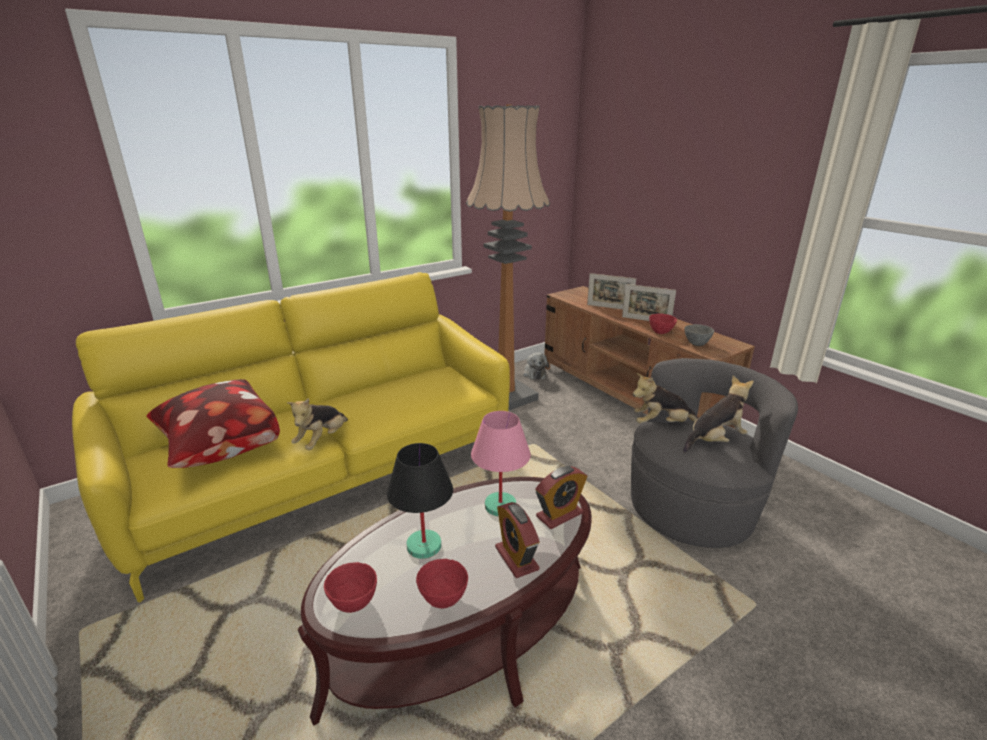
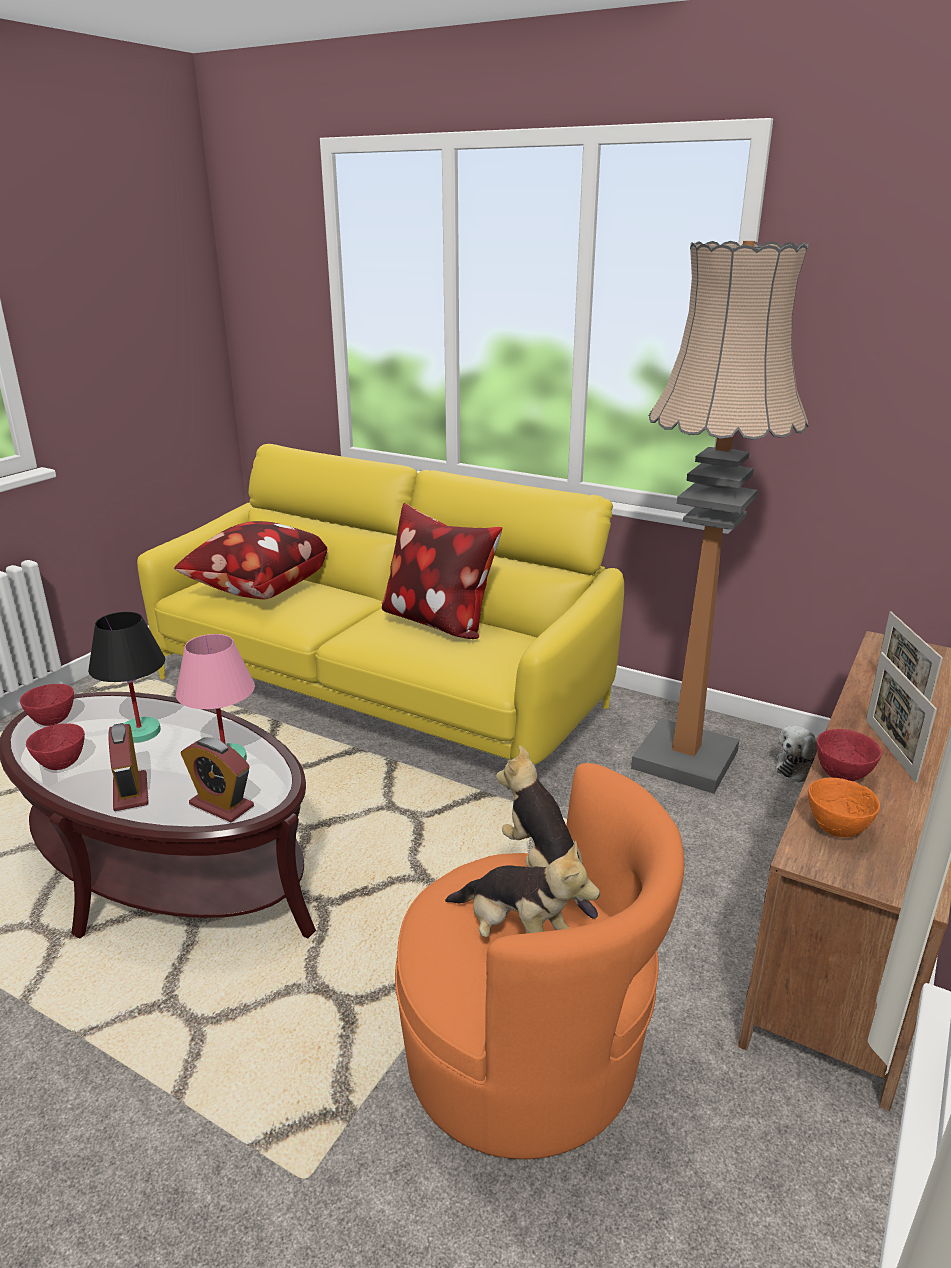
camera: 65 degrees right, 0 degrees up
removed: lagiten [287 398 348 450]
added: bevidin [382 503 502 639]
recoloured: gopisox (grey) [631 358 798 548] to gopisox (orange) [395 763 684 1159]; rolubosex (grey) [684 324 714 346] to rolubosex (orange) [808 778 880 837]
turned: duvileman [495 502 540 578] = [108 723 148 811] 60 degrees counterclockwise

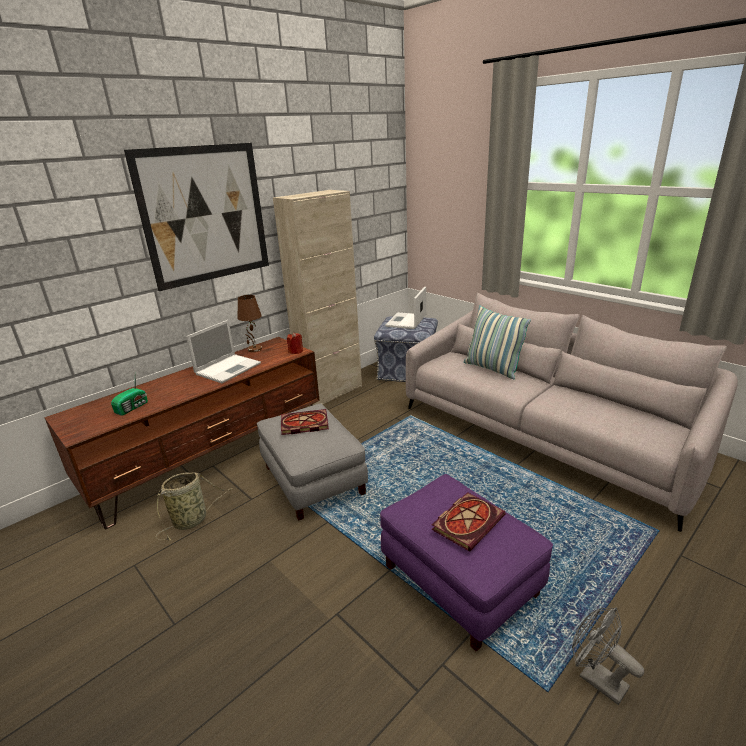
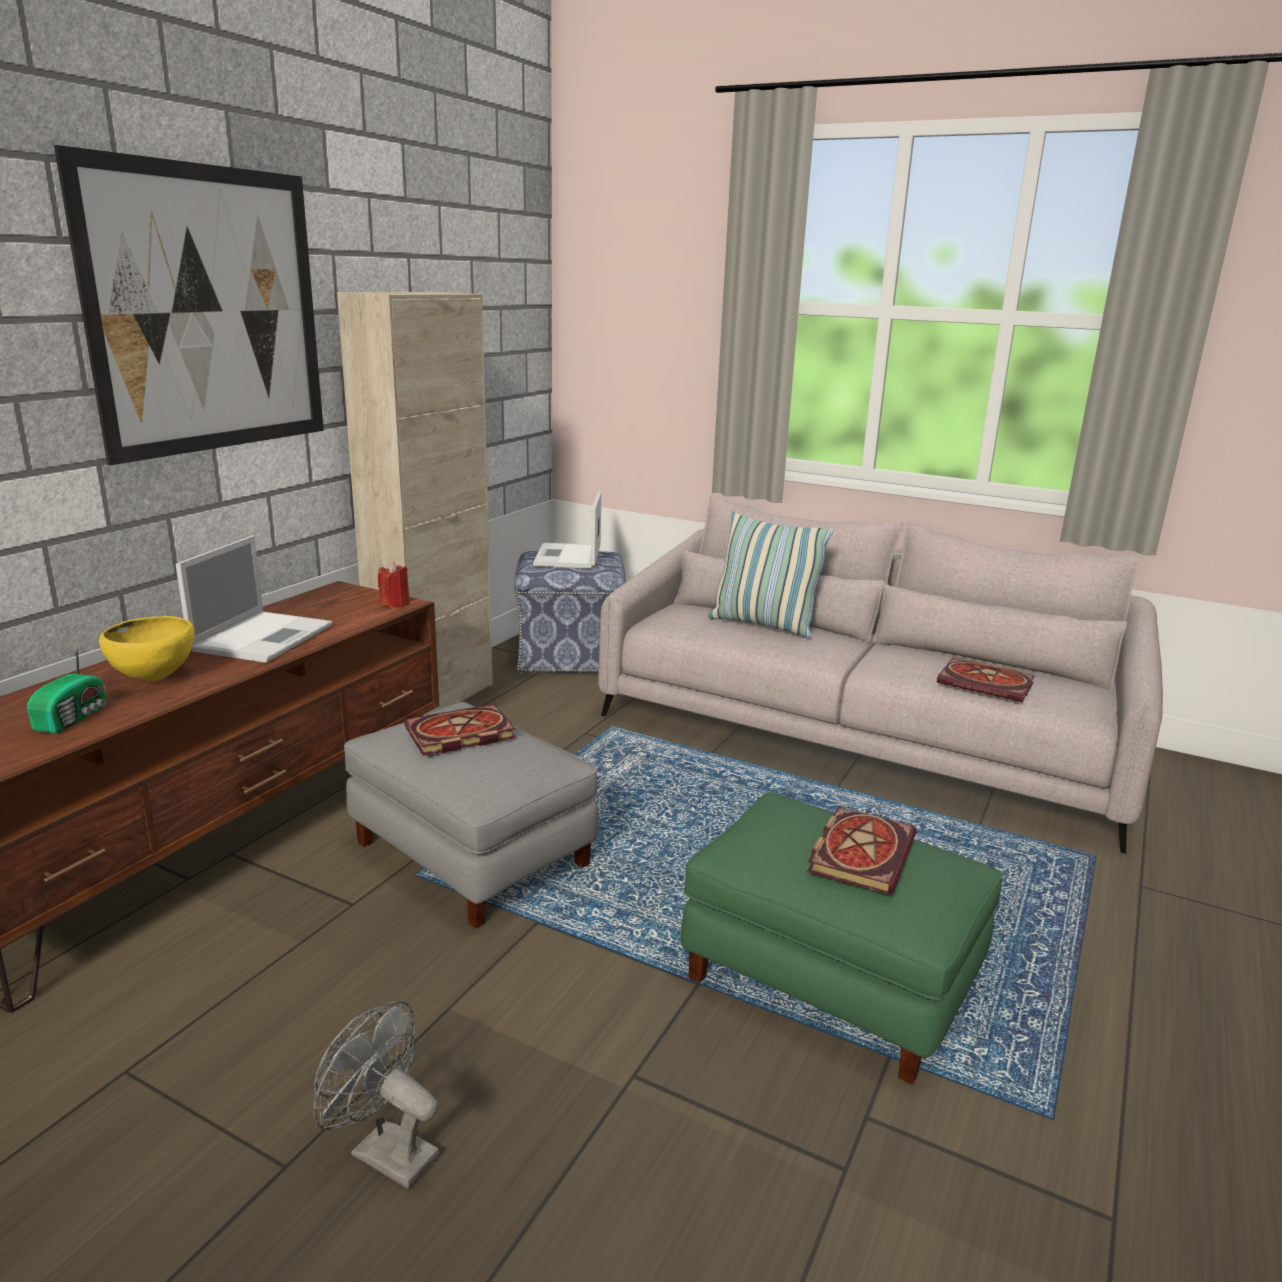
camera: 20 degrees left, 5 degrees down
removed: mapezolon [156 472 233 541]; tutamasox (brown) [238 295 262 352]
added: rolubosex (yellow) [99 616 195 681]; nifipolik [937 658 1035 702]
moved: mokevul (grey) [572 607 644 705] to [313 1001 439 1189]
recoloured: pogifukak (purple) [380 474 553 651] to pogifukak (green) [681 792 1003 1084]

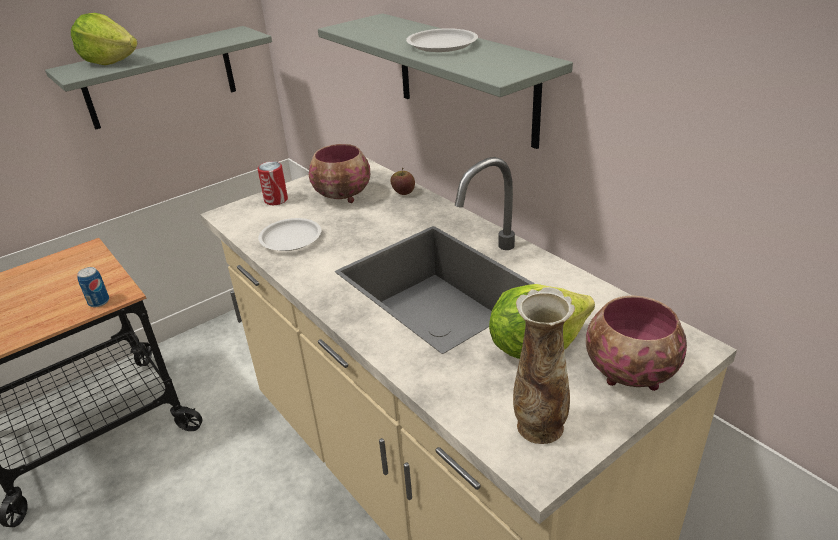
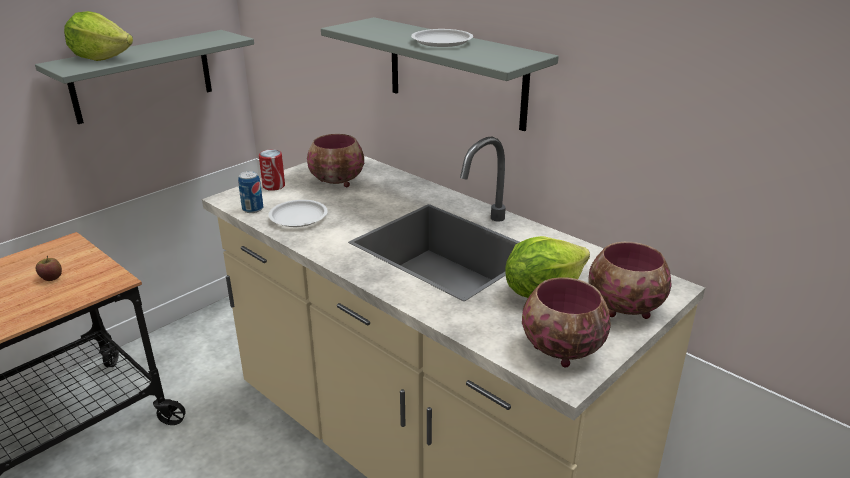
camera: 10 degrees left, 5 degrees down
moved: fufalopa [391 168 415 195] to [36 256 62 281]; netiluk [77 267 109 307] to [238 171 263 213]
replaced: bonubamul [513 287 575 444] to rolubosex [522 277 611 368]

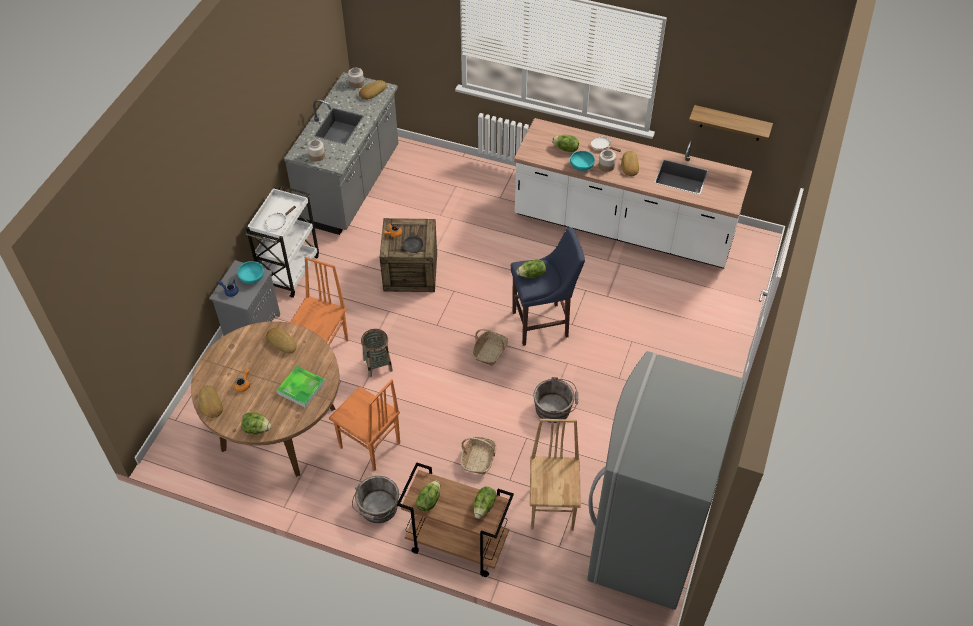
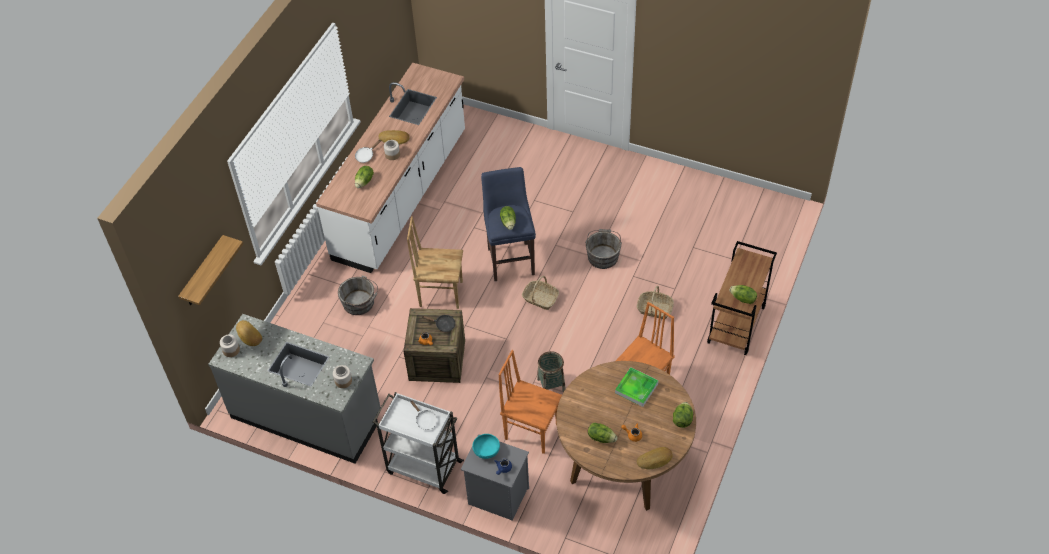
camera: 85 degrees left, 0 degrees up
removed: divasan [266 328 297 354]; rolubosex (turquoise) [570 151 595 171]; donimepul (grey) [587 351 744 610]
moved: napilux [689 105 773 141] to [178 235 243 305]; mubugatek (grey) [352 476 399 523] to [338 275 378 315]; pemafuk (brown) [530 419 581 531] to [407 216 463 309]; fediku [474 486 497 519] to [588 422 617 443]

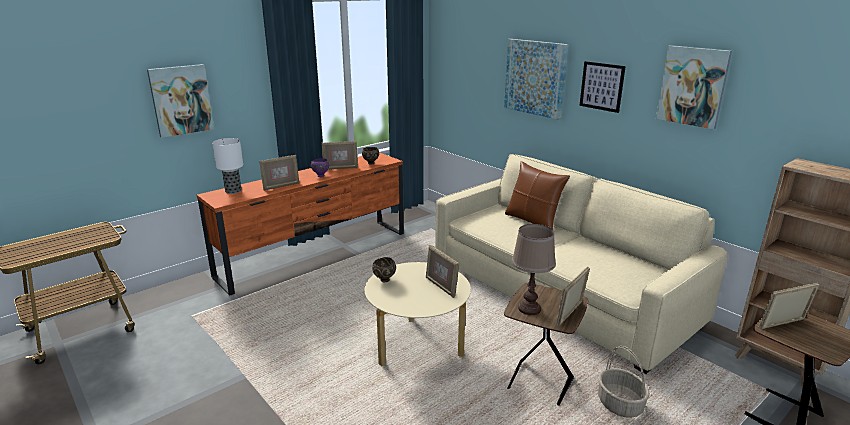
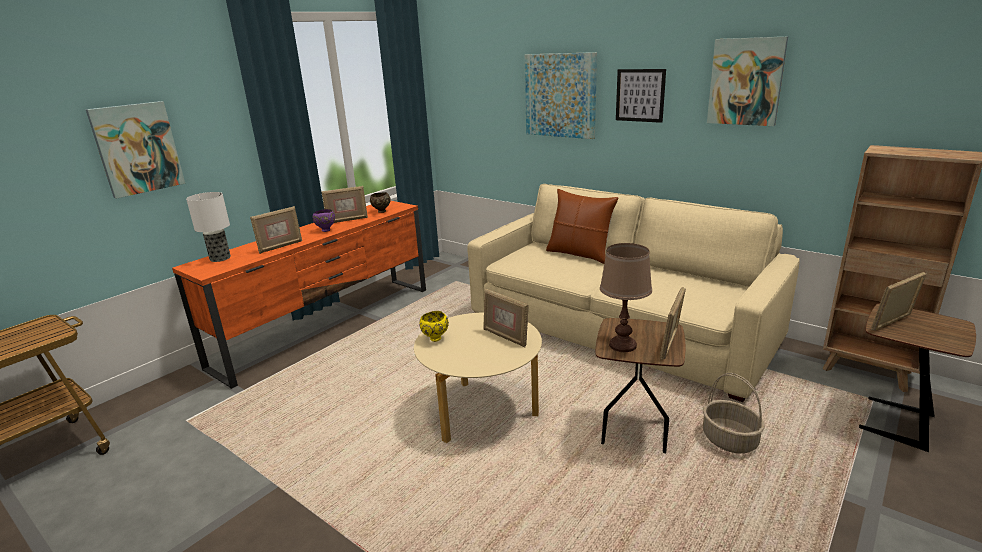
camera: 10 degrees left, 0 degrees up
recoloured: rolubosex (brown) [372 257 396 283] to rolubosex (yellow) [419 311 449 342]

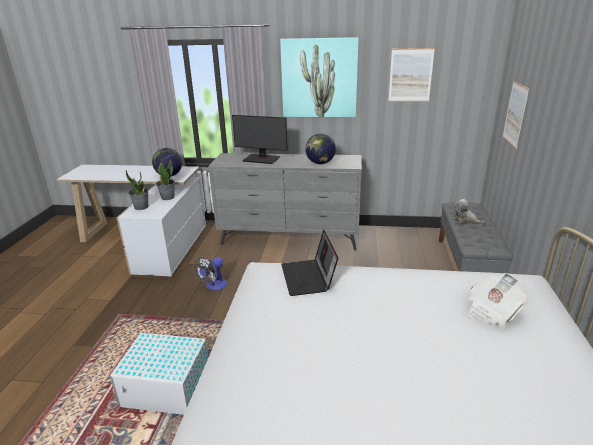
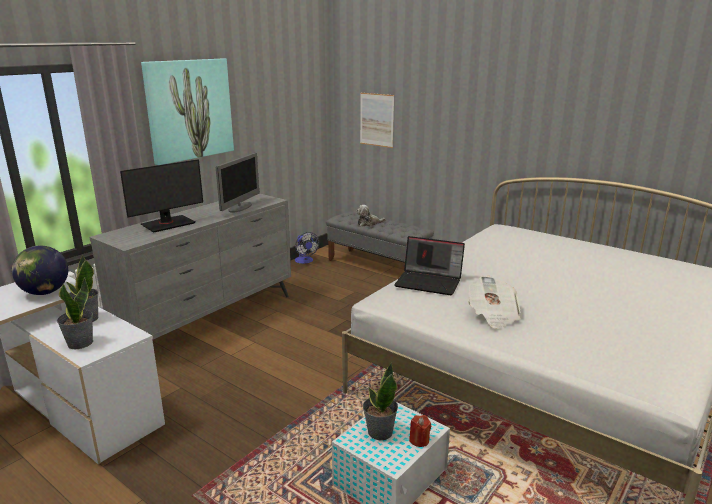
camera: 60 degrees left, 5 degrees down
removed: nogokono [388 48 435 102]
added: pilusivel [363 362 398 441]; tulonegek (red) [409 415 431 447]
moved: mokevul [195 257 227 290] to [295 232 319 264]; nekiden [468 273 528 326] to [468 275 521 329]
replaced: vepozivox [305 133 336 164] to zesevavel [216 153 260 213]

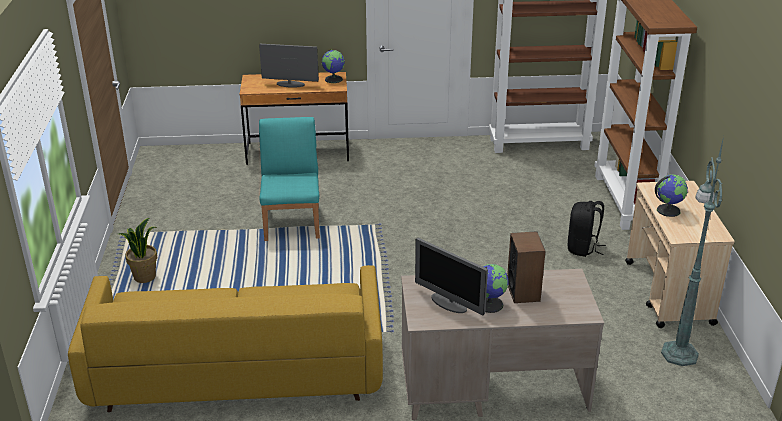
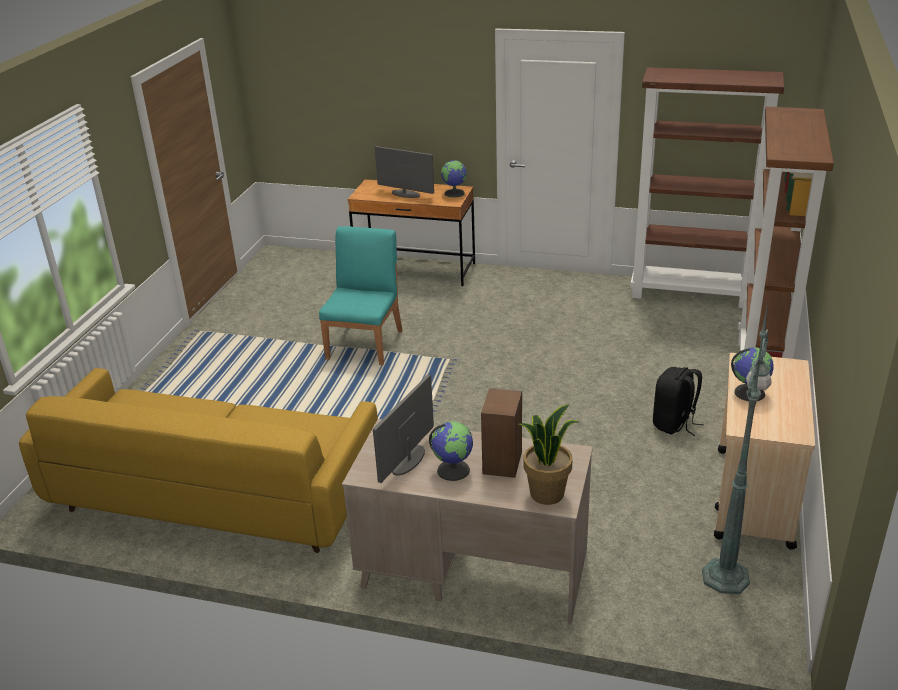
camera: 20 degrees right, 0 degrees up
moved: pilusivel [119 218 157 283] to [519 404 579 505]
turned: zesevavel [415 238 488 315] = [373 374 434 483] 60 degrees clockwise

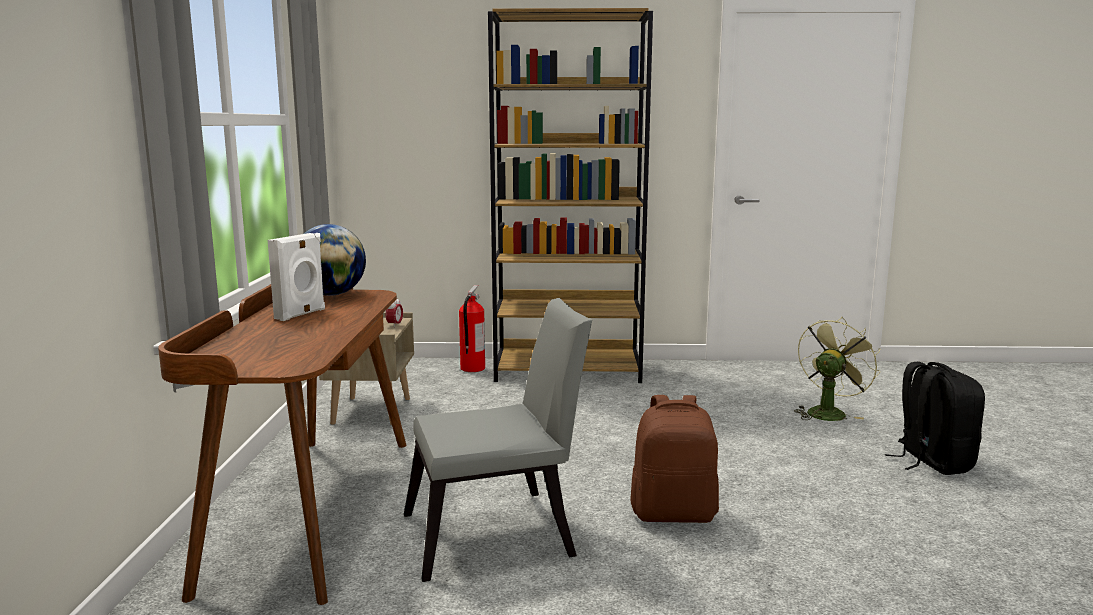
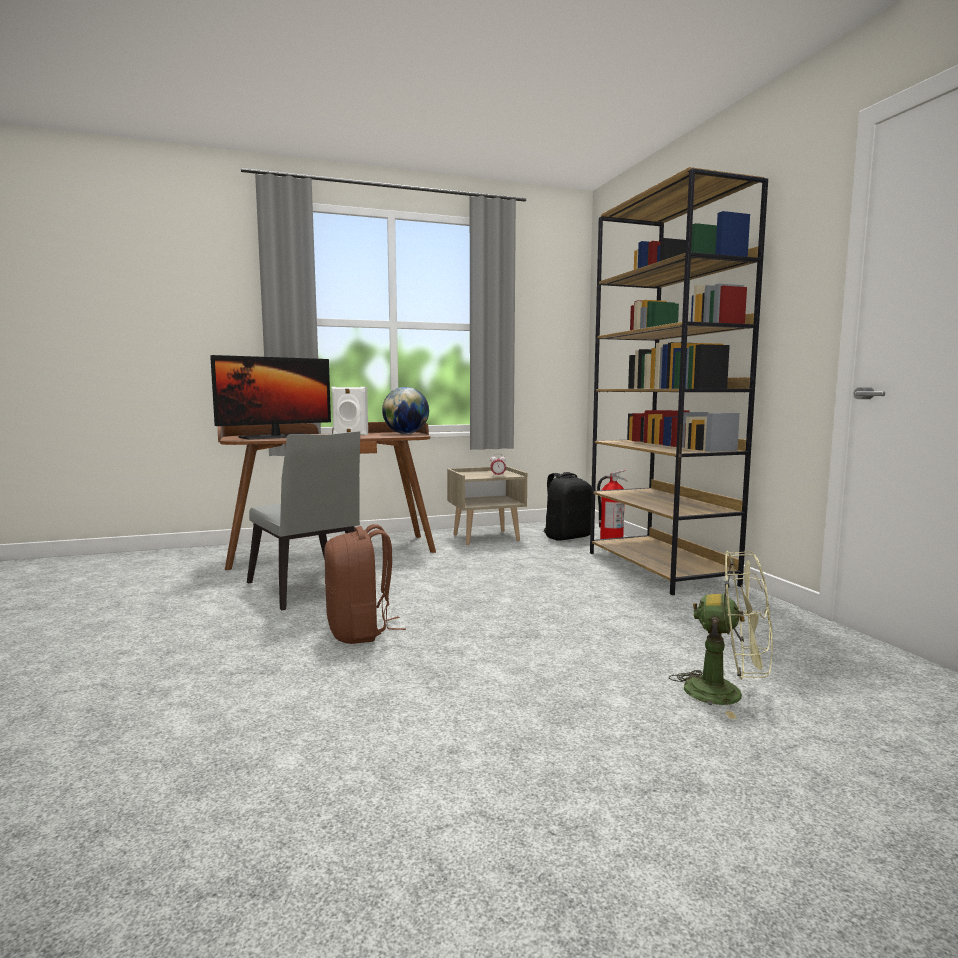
camera: 70 degrees right, 5 degrees down
added: zesevavel [210 355 331 440]
moved: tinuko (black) [885 362 985 475] to [543 472 592 541]

